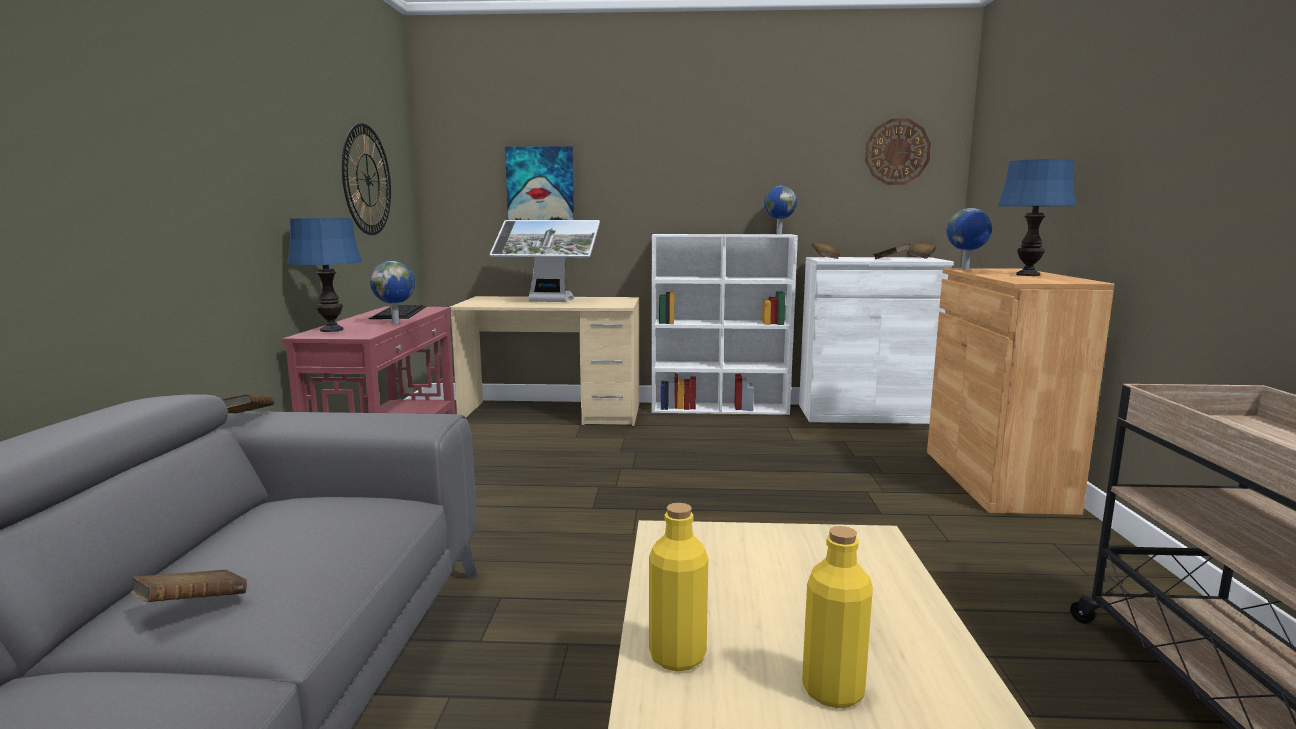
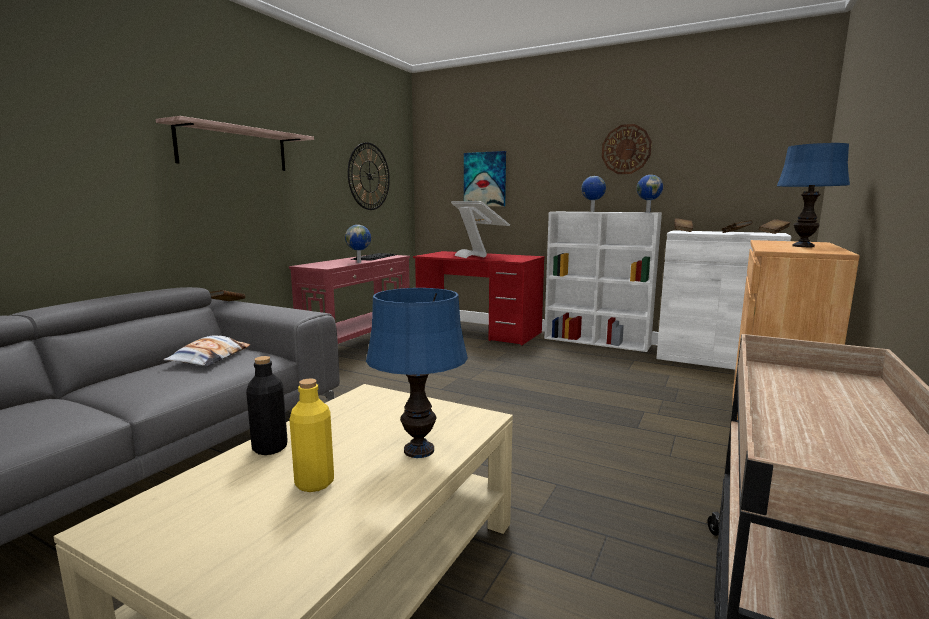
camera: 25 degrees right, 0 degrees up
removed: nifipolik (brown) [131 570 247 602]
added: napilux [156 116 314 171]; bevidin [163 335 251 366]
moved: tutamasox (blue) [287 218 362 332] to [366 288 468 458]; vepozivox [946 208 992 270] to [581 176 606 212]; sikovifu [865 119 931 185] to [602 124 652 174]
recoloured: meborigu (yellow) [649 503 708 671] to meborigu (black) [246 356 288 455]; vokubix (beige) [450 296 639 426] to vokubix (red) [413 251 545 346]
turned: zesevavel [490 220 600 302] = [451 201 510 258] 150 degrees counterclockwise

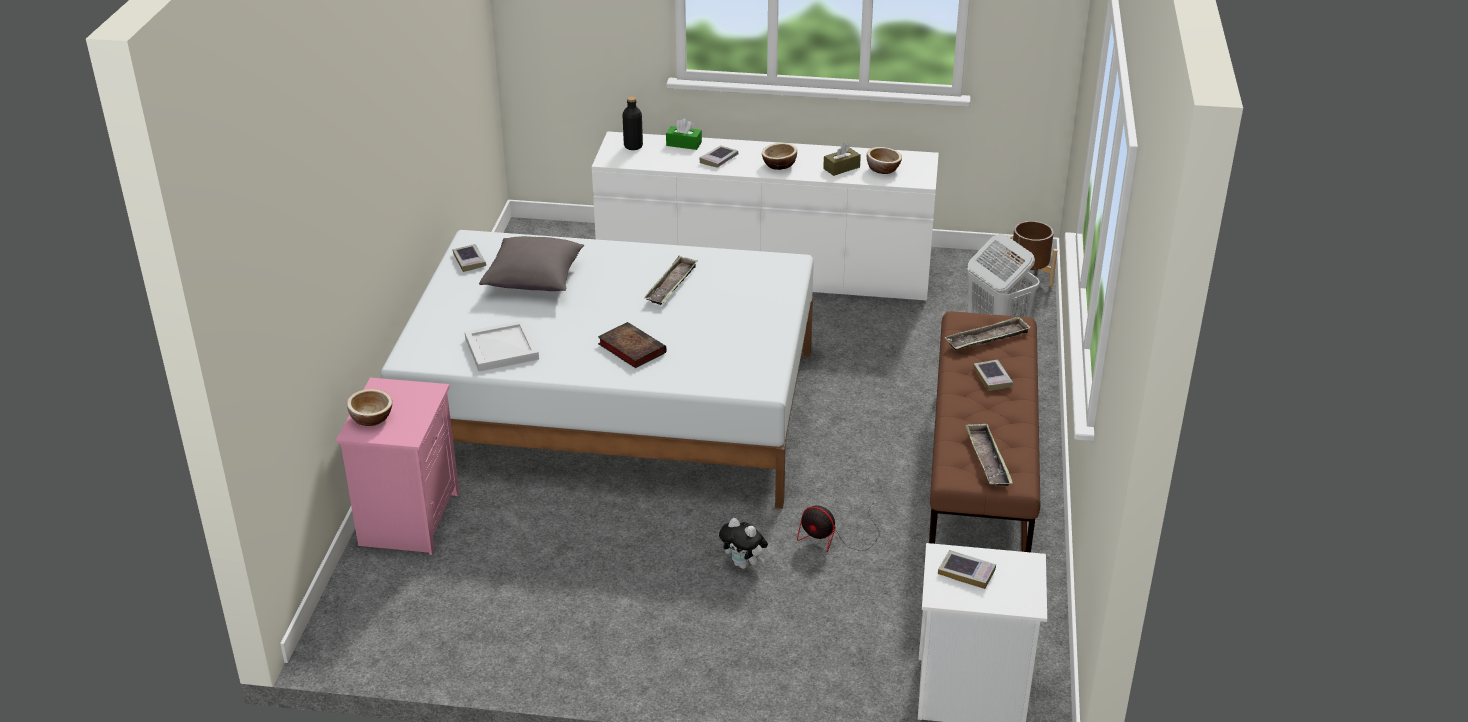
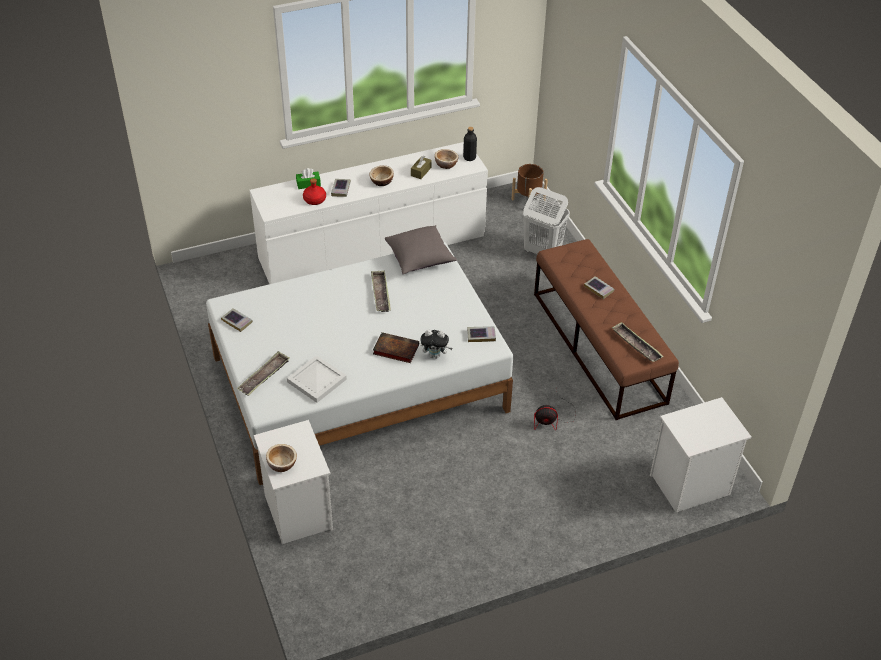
camera: 30 degrees left, 10 degrees up
added: meborigu (red) [303 178 326 205]
moved: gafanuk [945 316 1031 350] to [237 351 290 396]; bevidin (grey) [479 236 584 291] to [385 225 457 274]; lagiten [719 518 768 569] to [421 330 453 359]; meborigu (black) [622 97 643 150] to [463 127 477 161]; nifipolik [938 550 996 589] to [467 326 496 342]
recoloured: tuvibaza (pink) [336 378 459 555] to tuvibaza (white) [254 420 333 544]

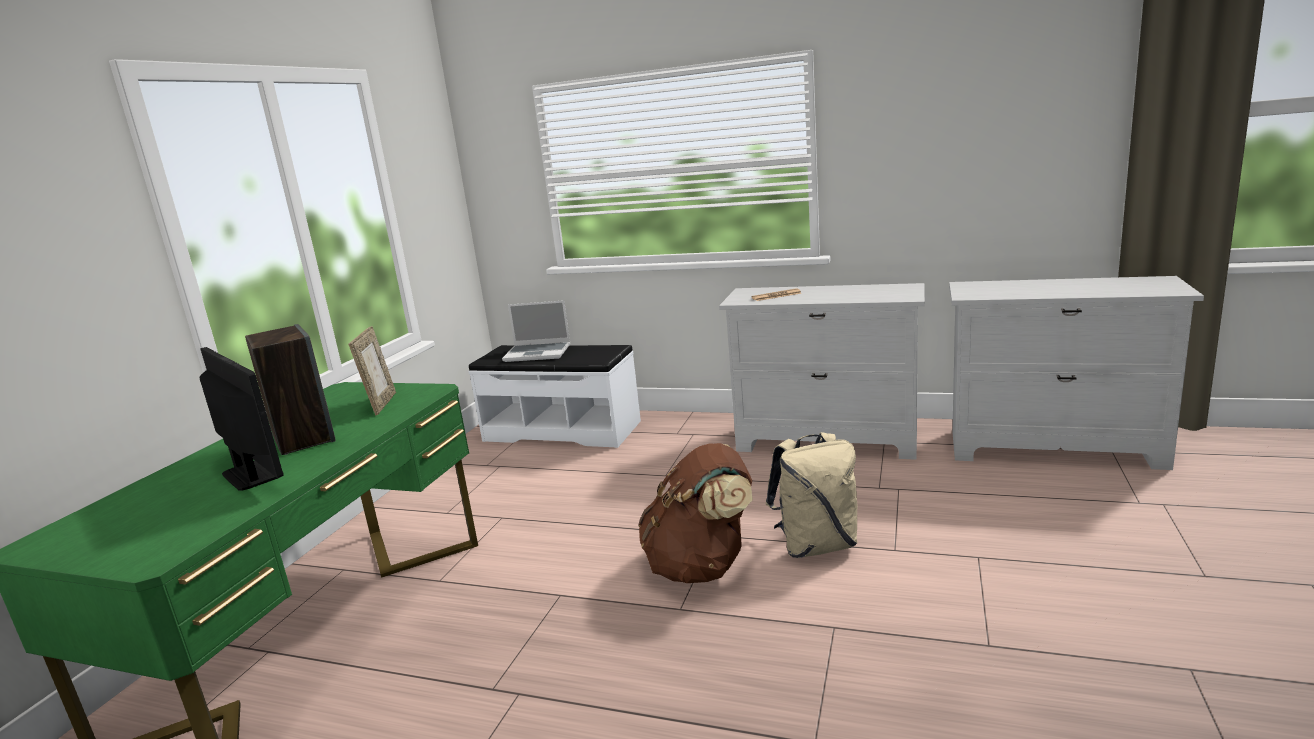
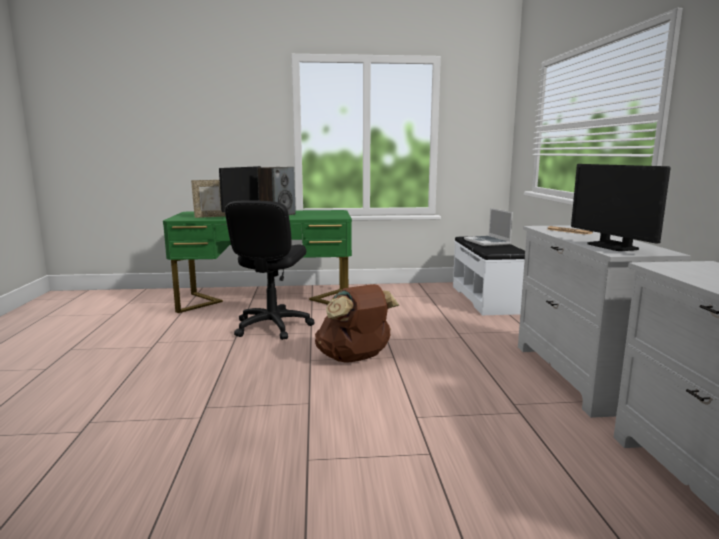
camera: 65 degrees right, 5 degrees down
removed: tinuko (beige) [766 432 858 558]
added: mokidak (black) [225 200 315 340]; zesevavel [571 164 671 251]
moved: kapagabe [348 326 396 415] to [191 180 225 218]

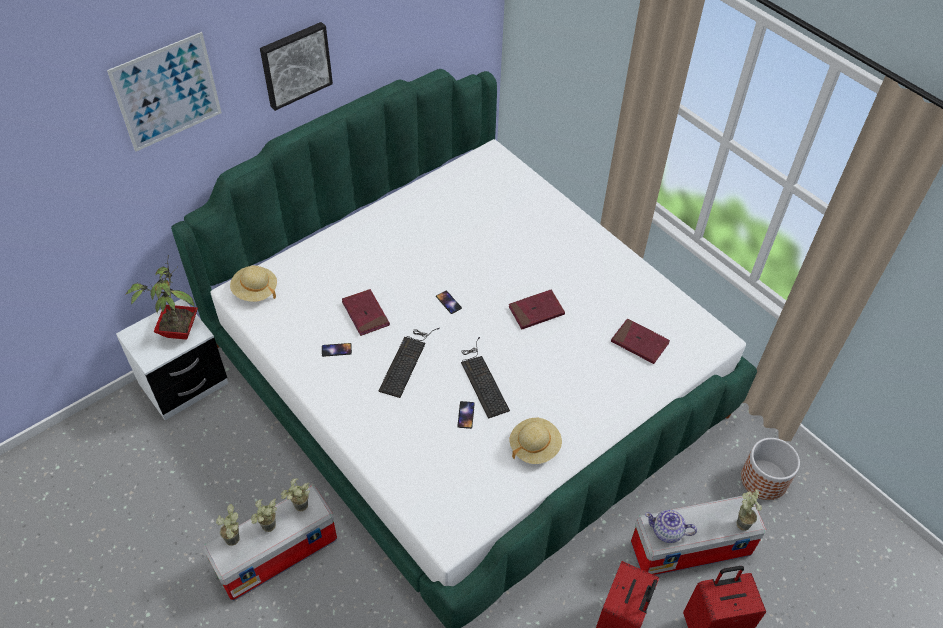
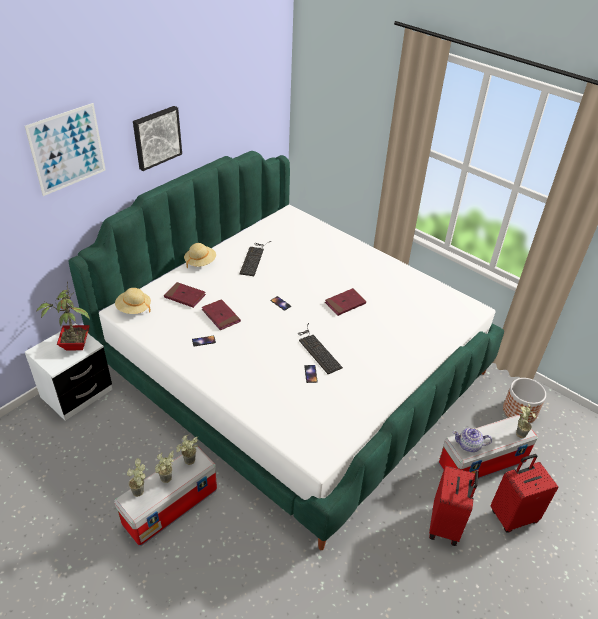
camera: 10 degrees left, 10 degrees down
moved: nifipolik (red) [611 318 670 364] to [164 282 206 308]; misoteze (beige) [510 418 562 464] to [184 243 216 269]; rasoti [378 328 440 398] to [239 241 271 276]

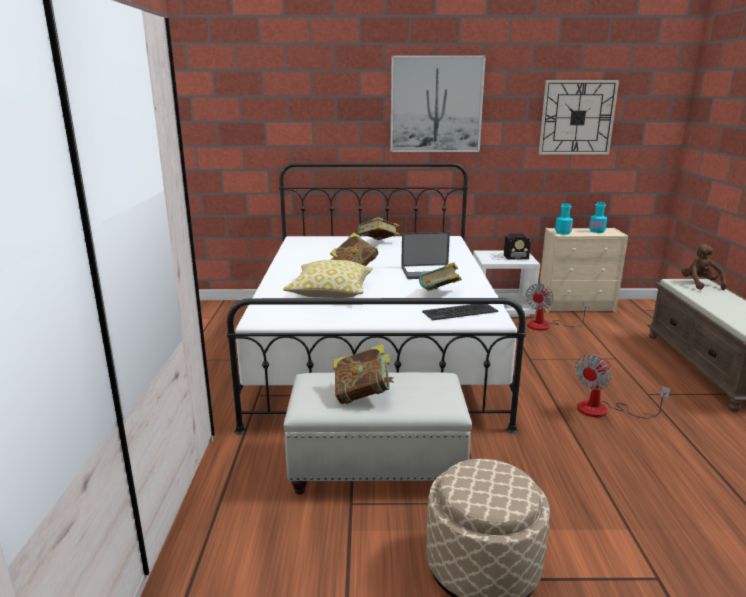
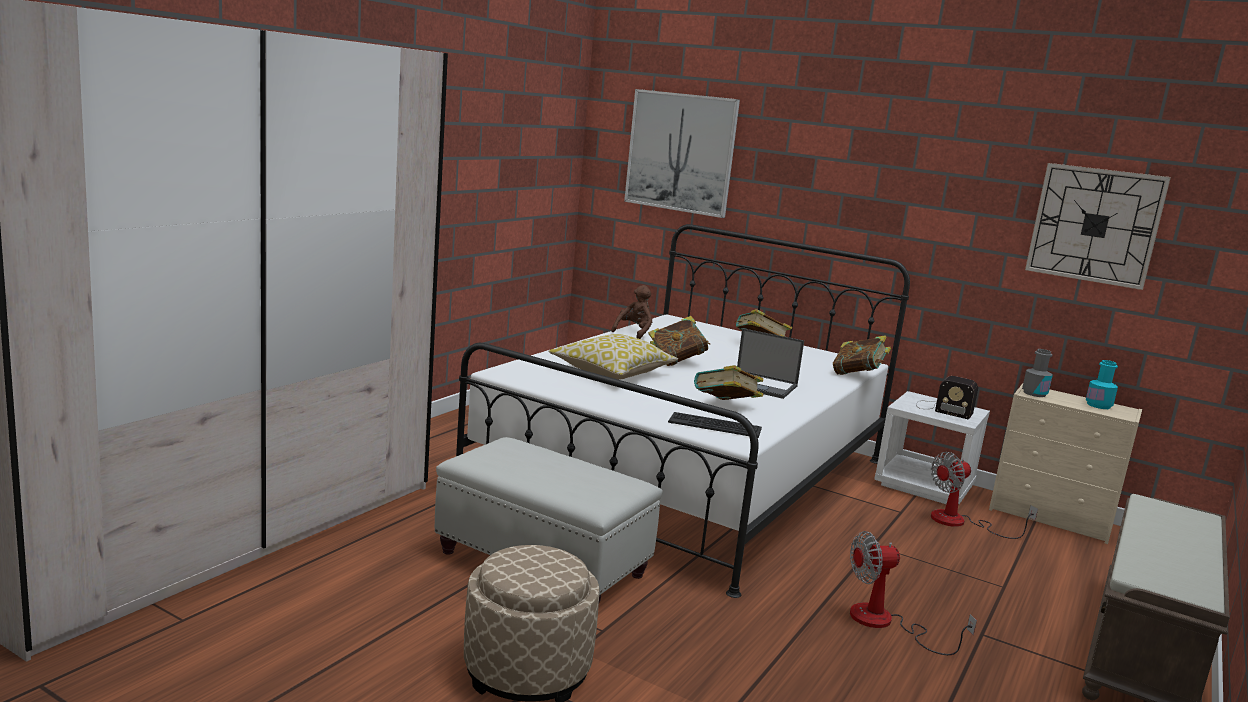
camera: 30 degrees right, 5 degrees down
moved: lagiten (brown) [682 244 726 290] to [611 285 652 339]; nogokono [390 56 486 152] to [624 89 740 218]; nifipolik [333 344 394 404] to [833 335 891 375]
recoloured: meborigu (turquoise) [555 203 573 235] to meborigu (grey) [1022 349 1053 397]

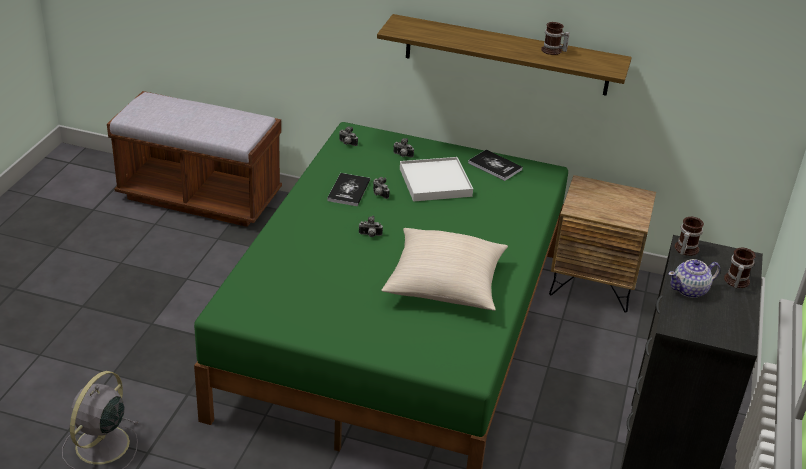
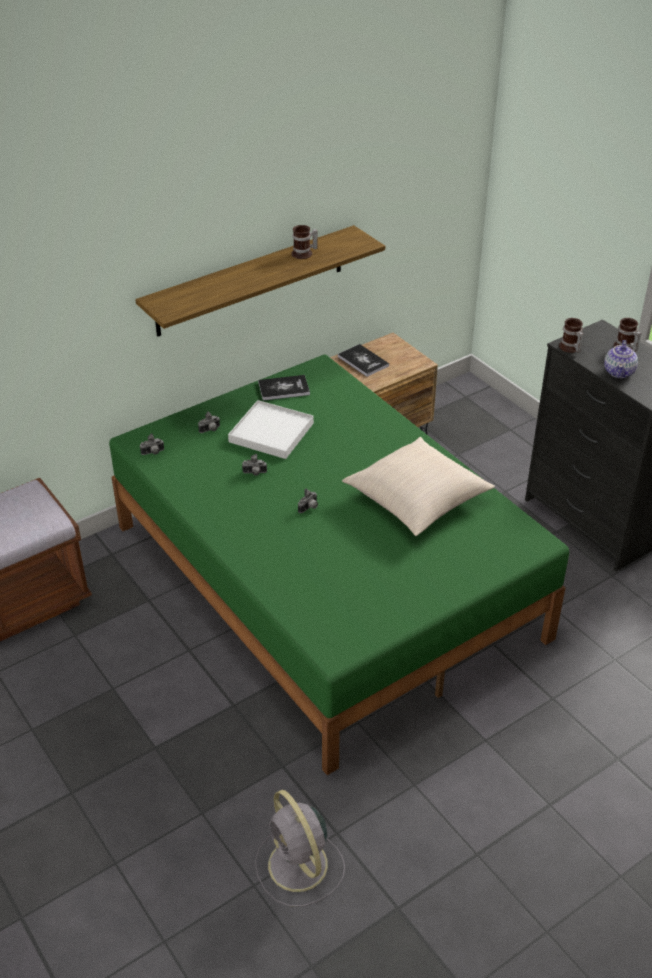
camera: 50 degrees left, 5 degrees up
moved: nifipolik [327 173 370 206] to [338 344 389 377]

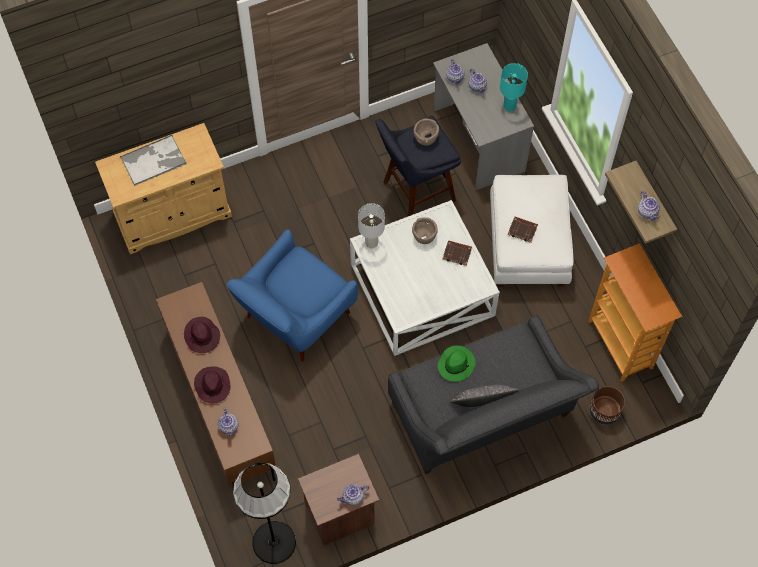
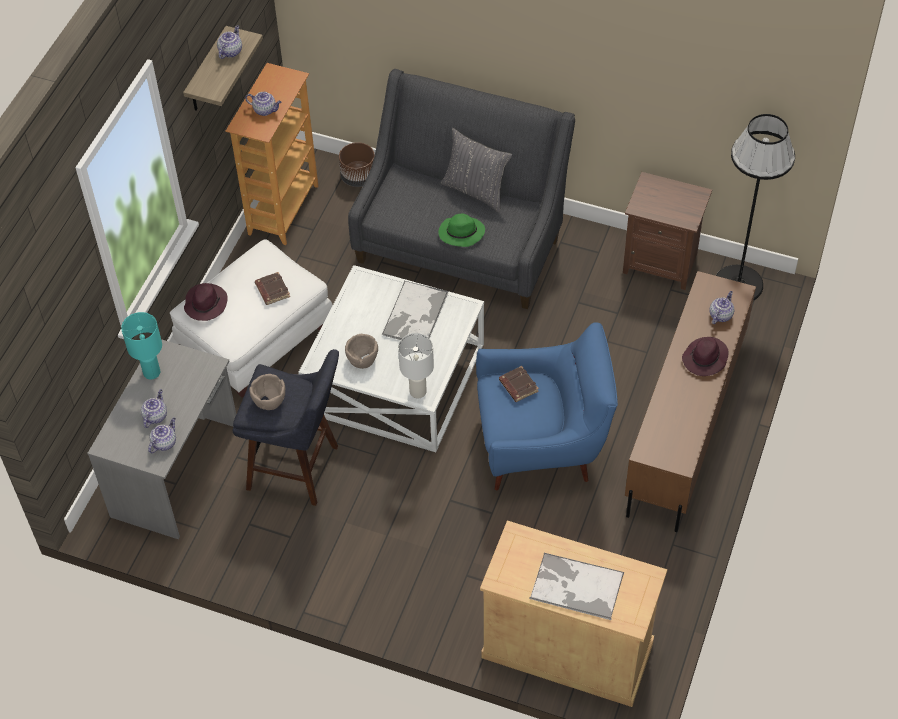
camera: 135 degrees left, 10 degrees down
added: gafanuk [382 281 448 340]
moved: misoteze (purple) [184 317 220 353] to [184 283 228 321]; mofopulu [337 484 369 506] to [245 92 281 116]; nifipolik (brown) [443 240 472 266] to [499 366 539 402]

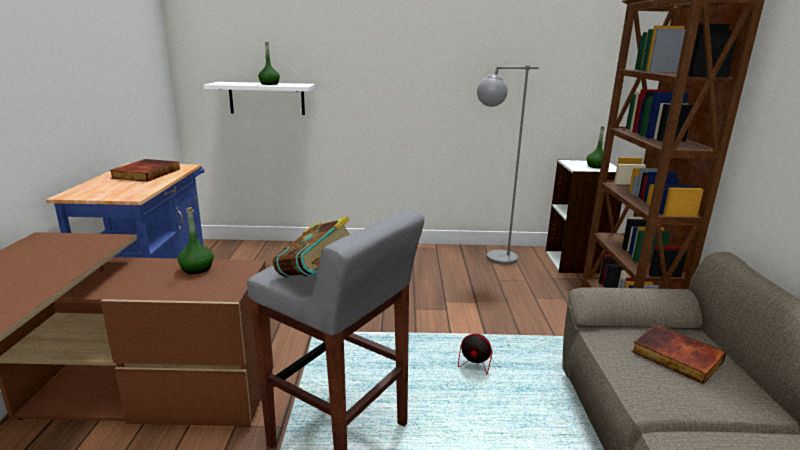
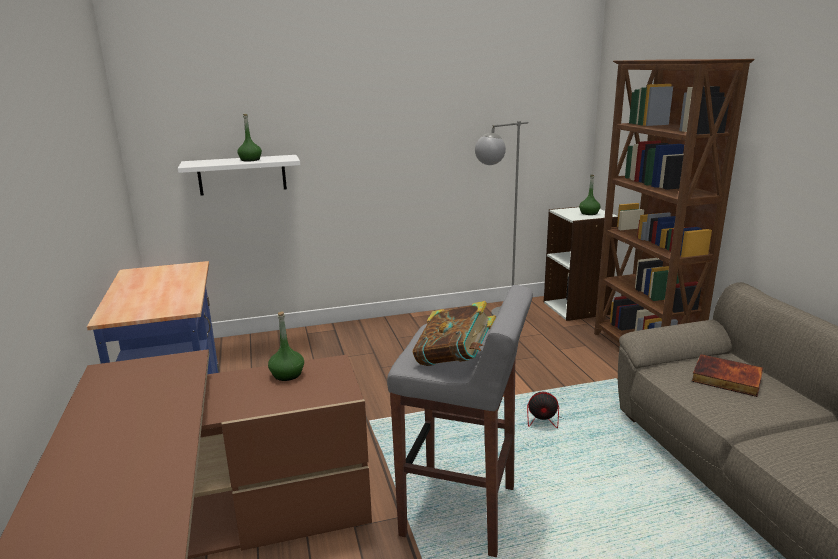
camera: 15 degrees left, 0 degrees up
removed: nifipolik [109 159 180 182]

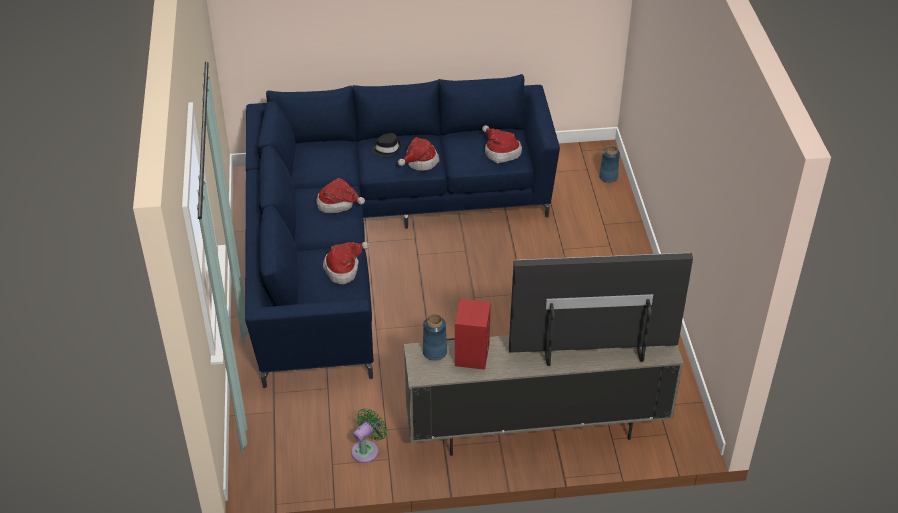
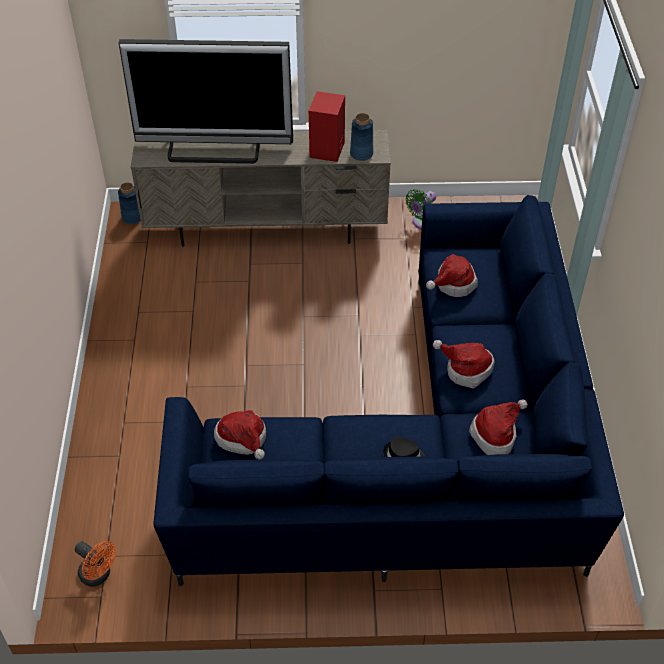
camera: 175 degrees left, 5 degrees up
added: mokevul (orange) [75 541 116 587]
moved: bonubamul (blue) [599 145 620 183] to [118 182 141 224]; misoteze [398 137 439 171] to [469 399 527 455]

